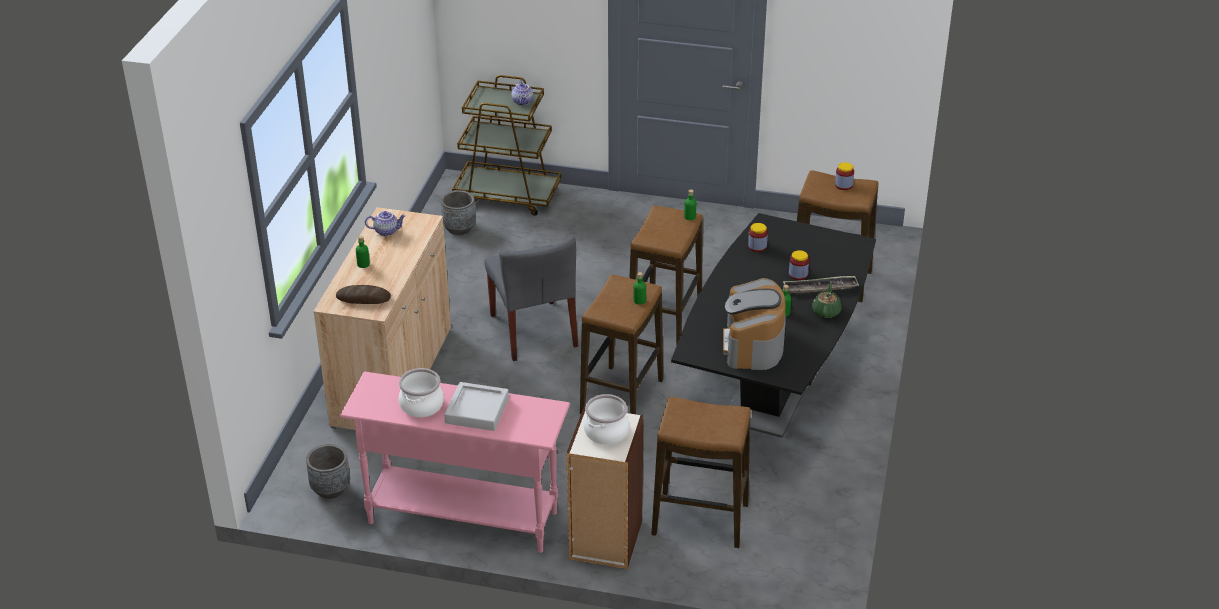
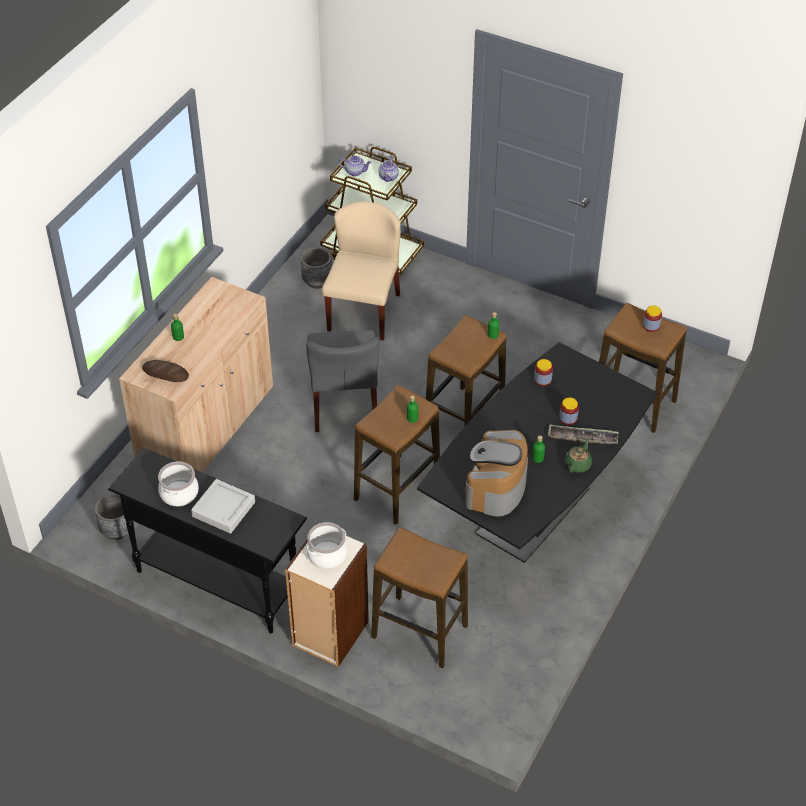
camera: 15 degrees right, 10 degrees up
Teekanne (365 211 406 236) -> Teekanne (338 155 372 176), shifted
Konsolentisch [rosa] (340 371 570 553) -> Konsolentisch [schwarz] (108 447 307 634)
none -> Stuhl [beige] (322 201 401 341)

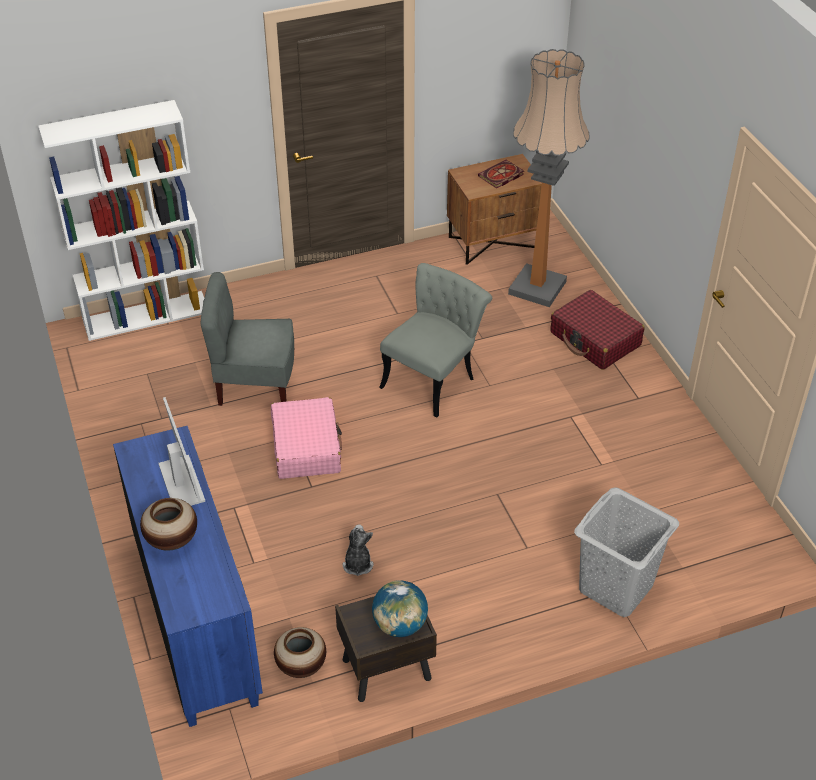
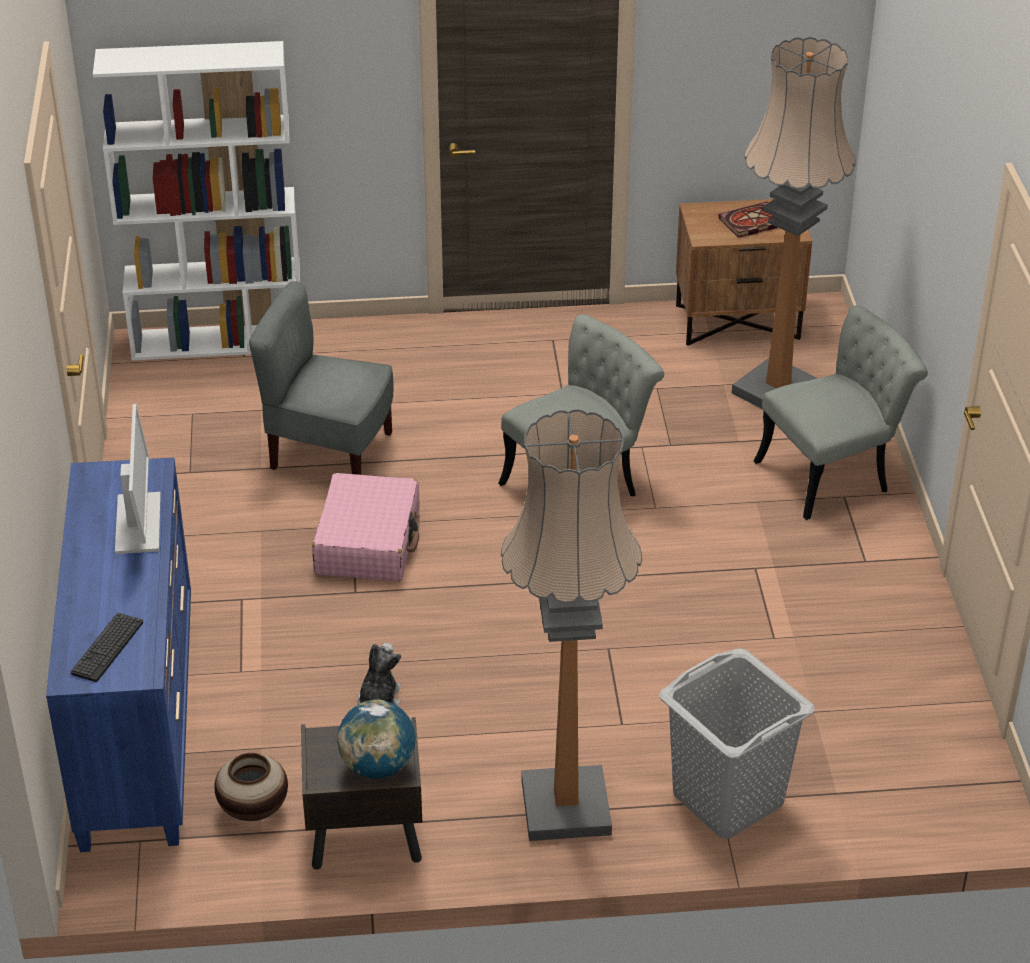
camera: 15 degrees right, 5 degrees down
Koffer [rot] (550 290 644 370) -> Stuhl [grau] (754 305 928 520)
Vase (140 498 197 551) -> none
none -> Stehlampe (501 409 642 841)
none -> Tastatur (71 613 143 682)

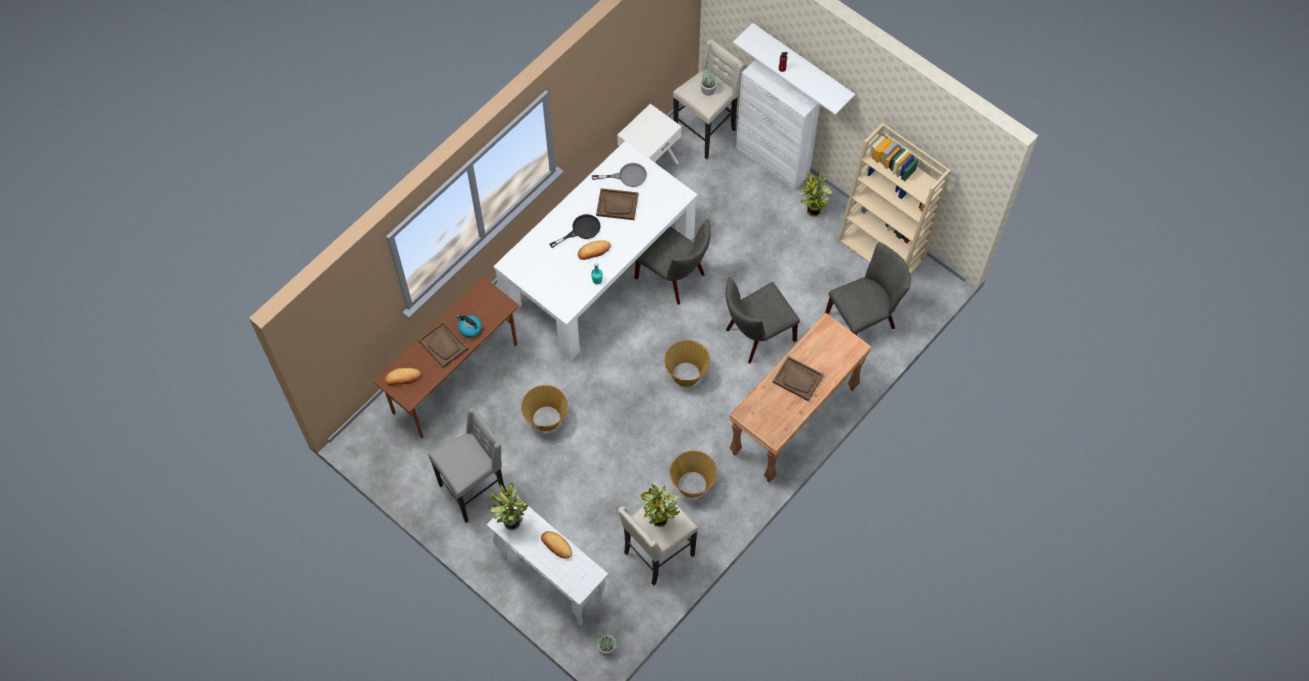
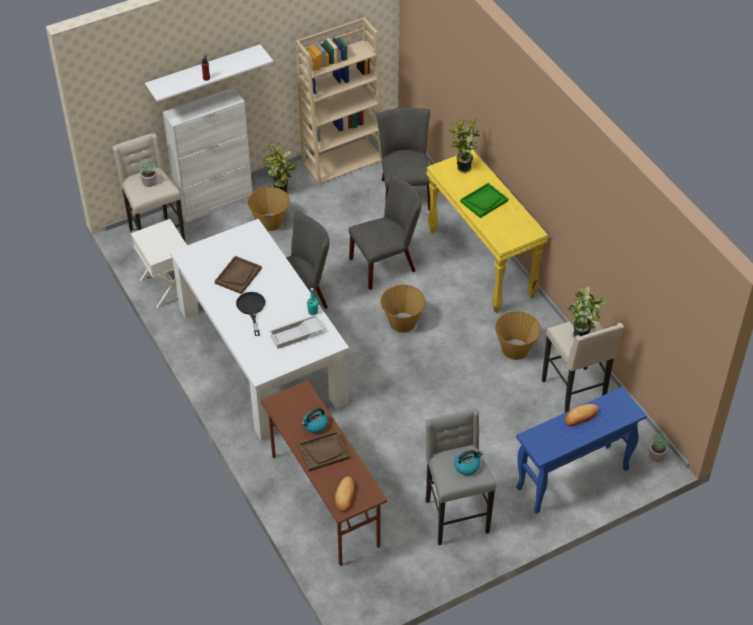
camera: 70 degrees left, 15 degrees down
Pfanne [grau] (592 163 647 187) -> none
Brot (578 240 611 260) -> none
Stuhl [grau] (726 277 800 364) -> Stuhl [grau] (349 174 421 290), 105 degrees counterclockwise
Konsolentisch [braun] (729 313 872 483) -> Konsolentisch [gelb] (426 149 548 313)
Tablett [braun] (773 356 824 401) -> Tablett [grün] (460 183 508 218)
Korb (521 385 568 432) -> Korb (248 187 290 231), shifted
Topfpflanze (488 482 528 530) -> Topfpflanze (449 116 480 173), shifted
Konsolentisch [weiß] (487 499 608 626) -> Konsolentisch [blau] (516 387 647 514)
none -> Tablett [weiß] (269 314 325 349)
none -> Wasserkessel (454 450 483 475)

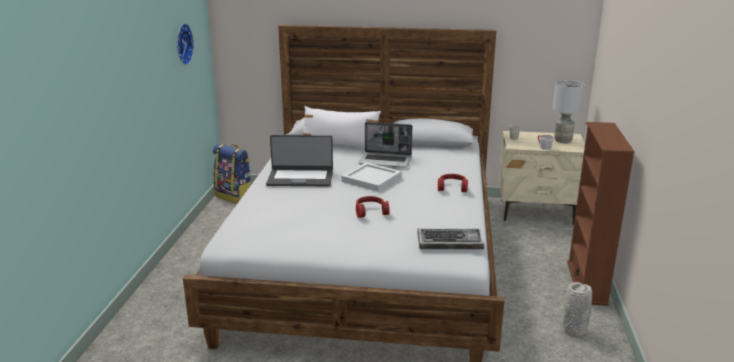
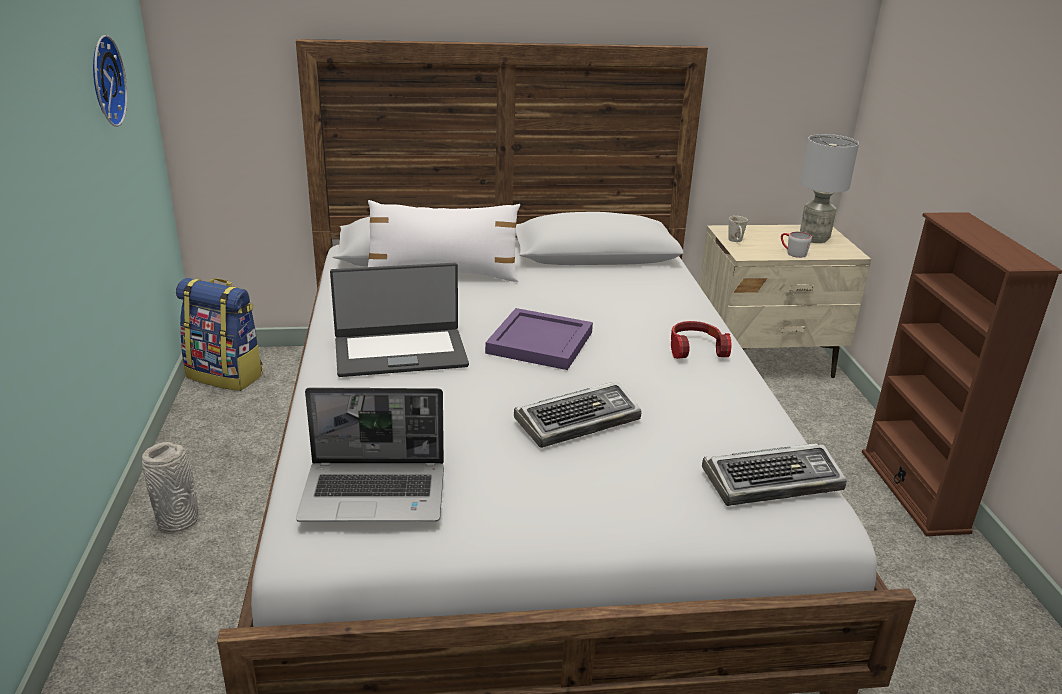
camera: 15 degrees left, 5 degrees up
Laptop (358 122 412 168) -> Laptop (296 387 444 522), shifted
Tablett [weiß] (342 163 402 192) -> Tablett [lila] (485 308 593 370)
Kopfhörer (356 196 390 218) -> Tastatur (514 382 642 448)
Vase [grau] (563 282 592 337) -> Vase [grau] (142 442 198 532), shifted

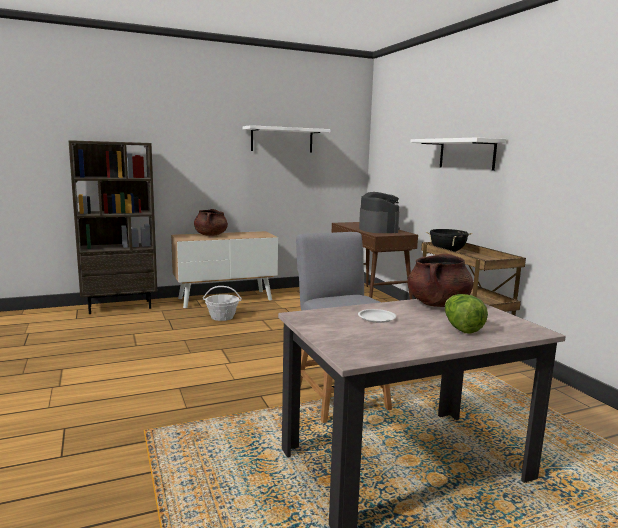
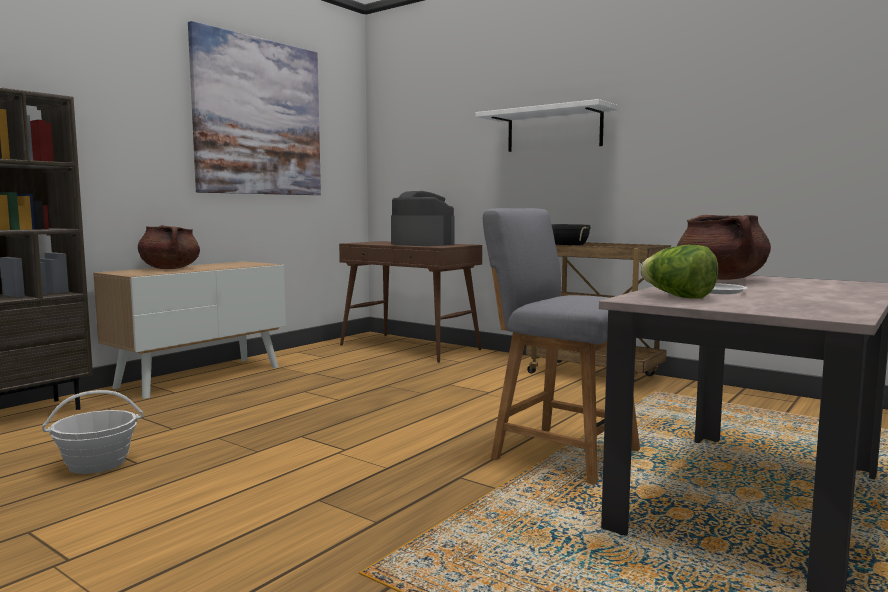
camera: 30 degrees left, 5 degrees down
Wandregal [weiß] (242 125 331 153) -> Bild (188 21 321 195)
Korb (203 286 242 321) -> Korb (42 390 143 474), shifted
Salatkopf (445 294 488 334) -> Salatkopf (640 245 718 299), shifted

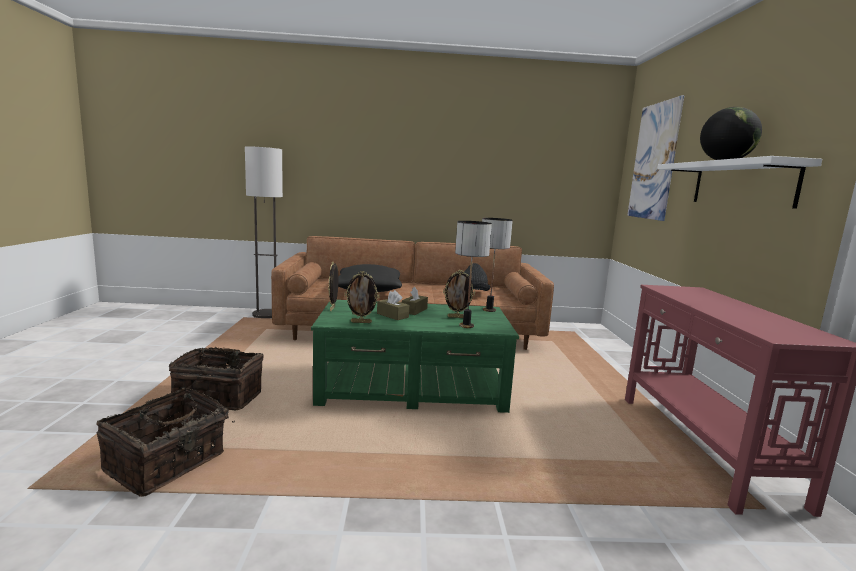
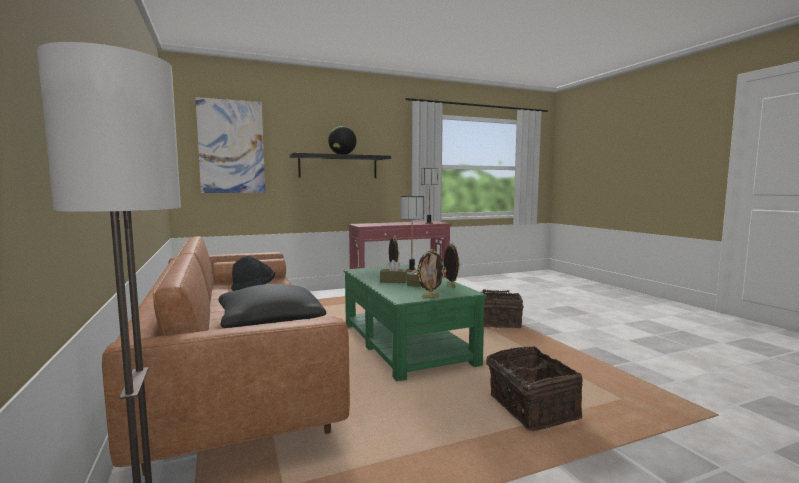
camera: 110 degrees left, 5 degrees down
Wandregal [weiß] (657 156 823 209) -> Wandregal [schwarz] (289 153 391 178)
Tischlampe (482 218 513 312) -> Tischlampe (421 168 438 224), shifted
Korb (96 388 235 497) -> Korb (481 289 523 328), shifted

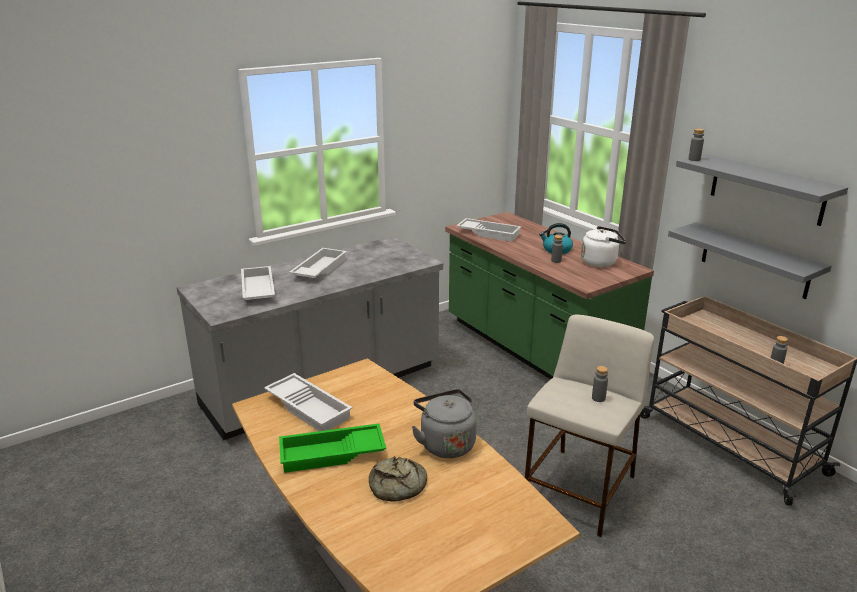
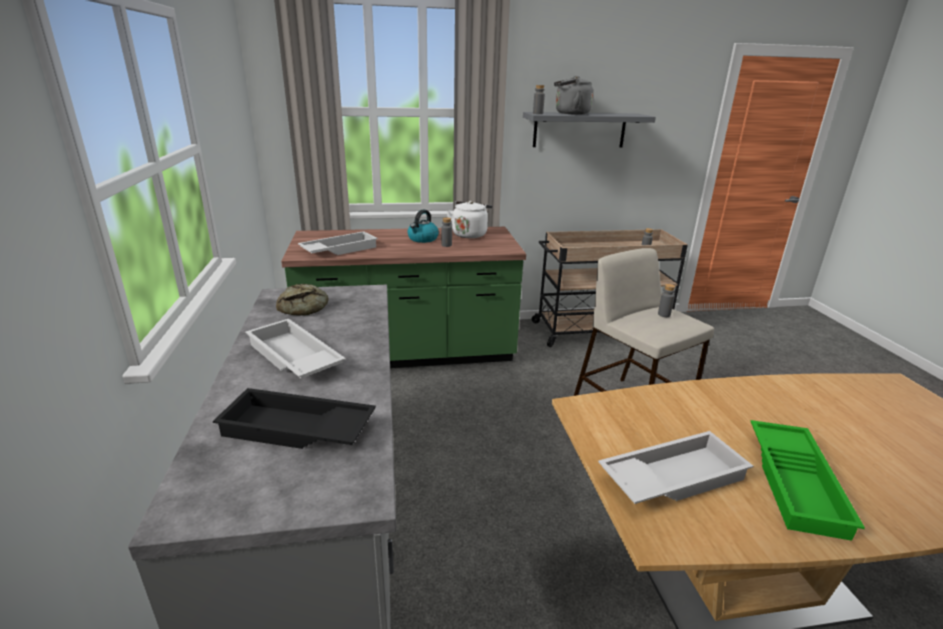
camera: 65 degrees left, 0 degrees up
Wandregal [grau] (668 222 832 299) -> none
Tablett [weiß] (241 266 275 300) -> Tablett [schwarz] (213 388 376 449)
Wasserkessel [grau] (412 389 477 458) -> Wasserkessel [grau] (554 76 593 115), shifted
Brot (369 456 427 501) -> Brot (276 284 329 316), shifted

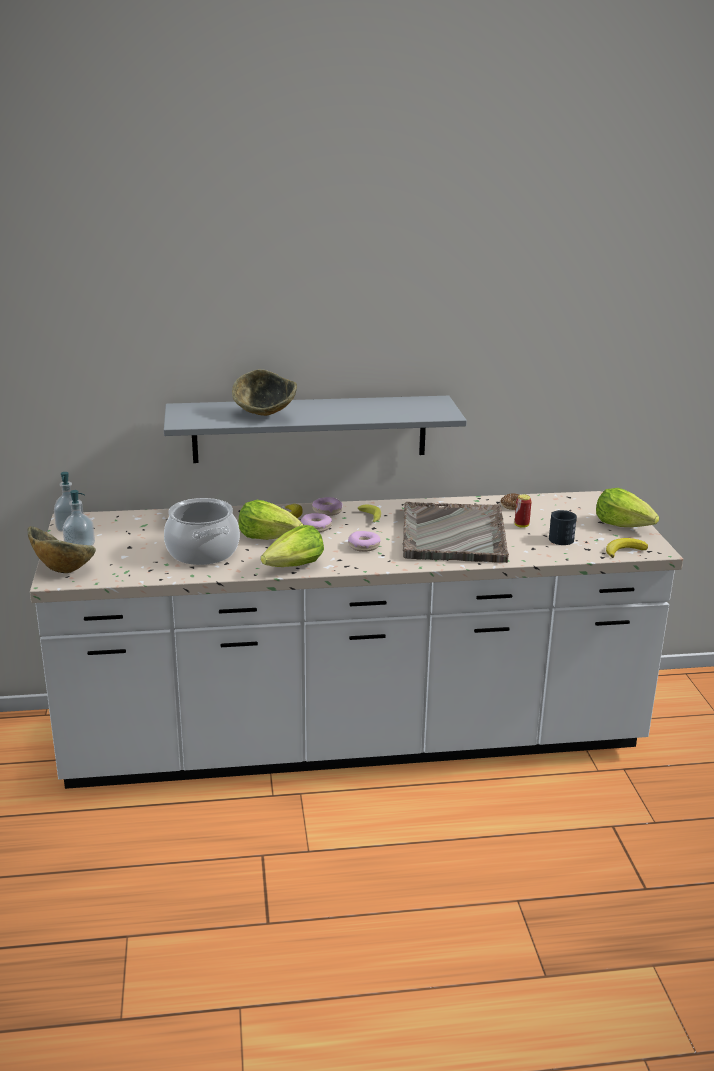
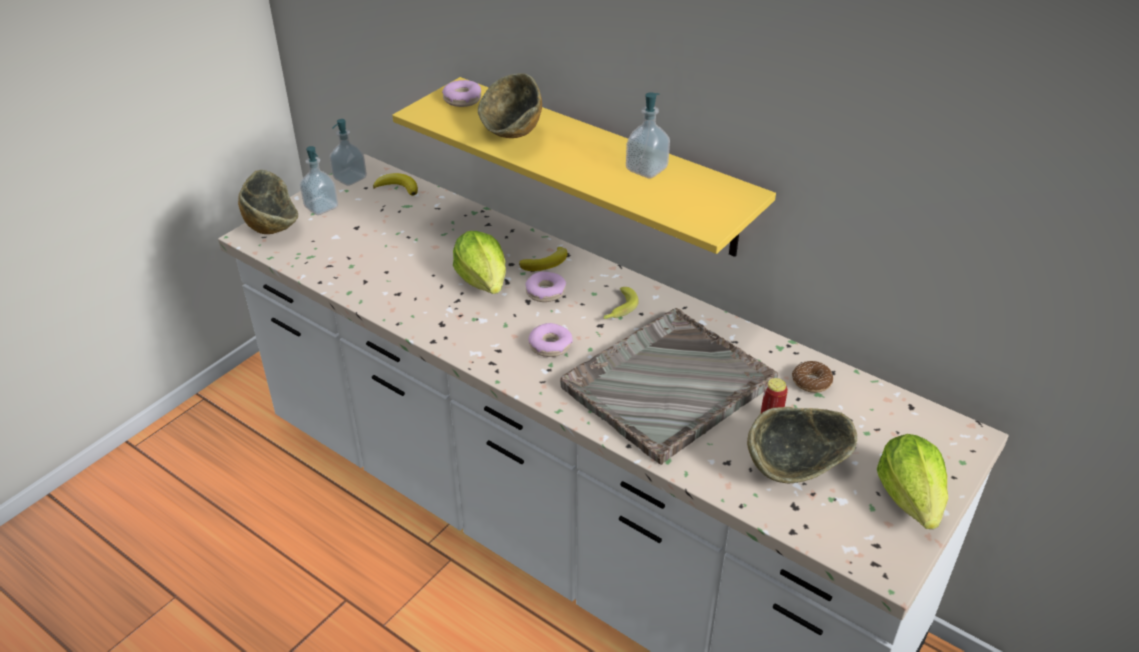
camera: 45 degrees right, 15 degrees up
Wandregal [grau] (164 396 467 463) -> Wandregal [gelb] (392 77 776 257)
Donut (312 497 343 516) -> Donut (442 80 481 107), shifted
Kochtopf (164 498 240 565) -> none
Henkelbecher [schwarz] (549 510 577 545) -> Schüssel (747 407 857 483)
Salatkopf (261 525 324 567) -> none
Banane (606 538 648 558) -> Banane (373 173 418 196), shifted
none -> Seifenspender (626 92 670 179)

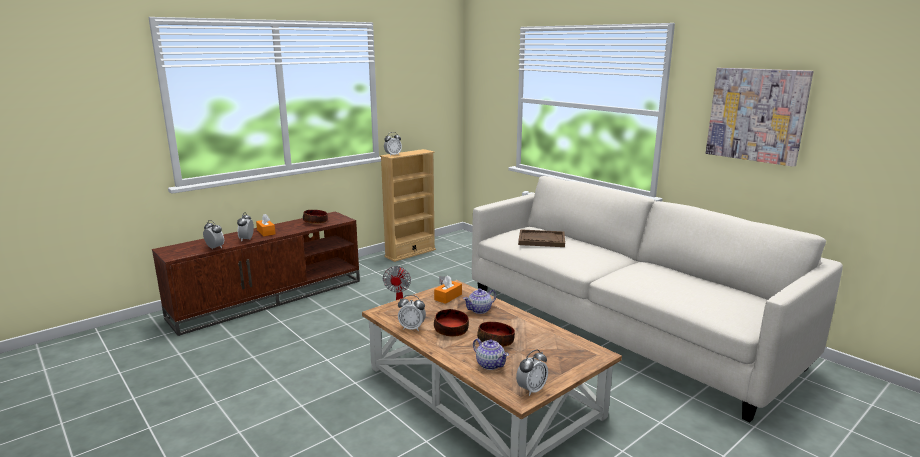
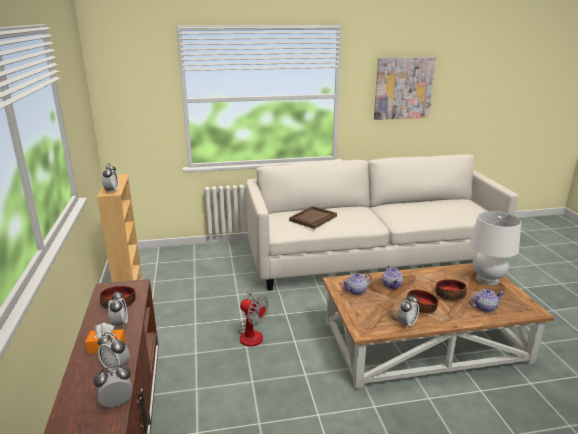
camera: 60 degrees left, 5 degrees up
Taschentuchbox [orange] (434 275 462 304) -> Teekanne (342 273 372 295)
Wecker (516 350 548 396) -> Wecker (108 291 128 328), shifted
none -> Tischlampe [weiß] (470 211 521 285)

